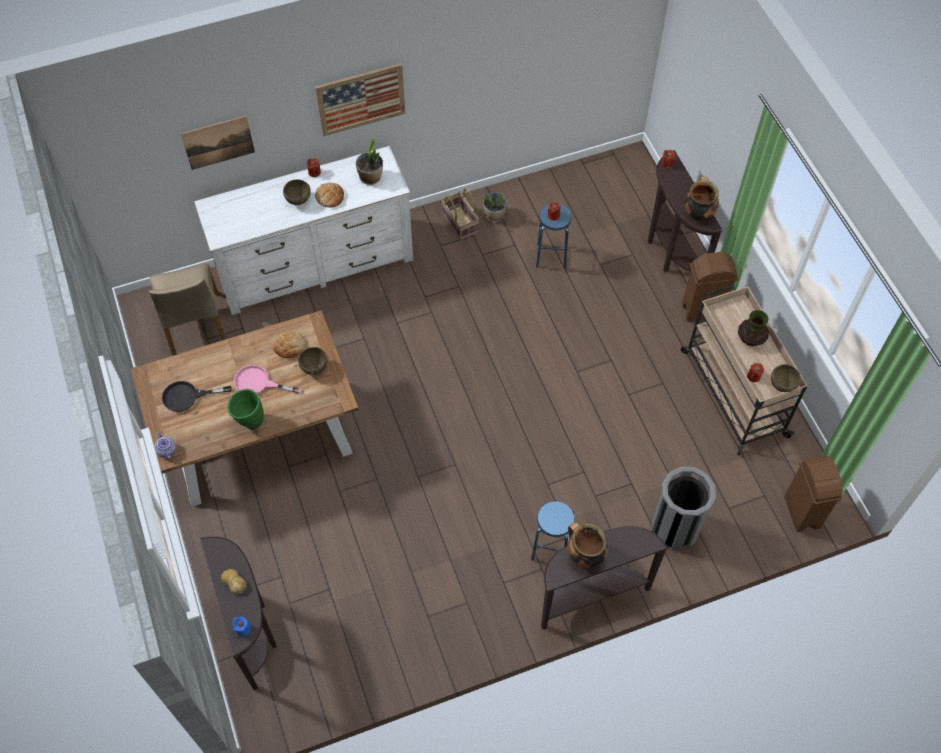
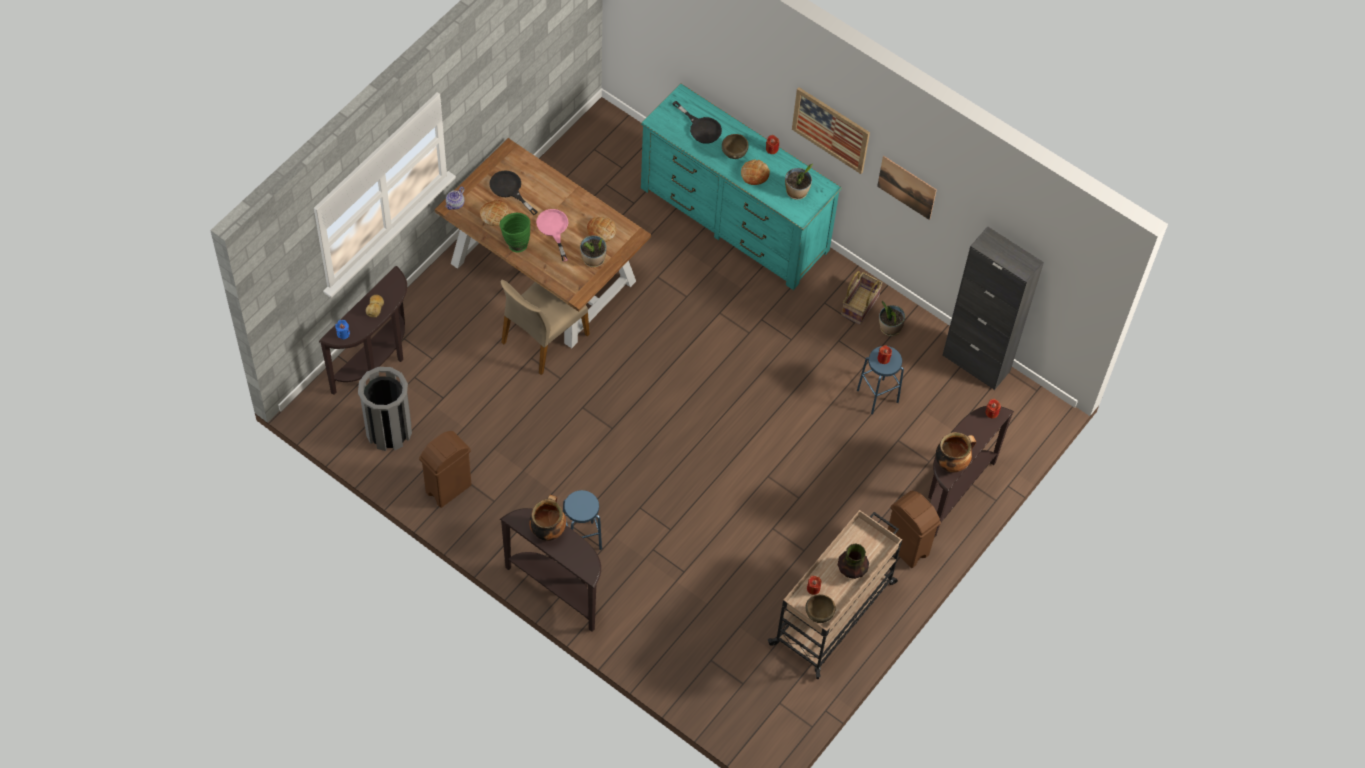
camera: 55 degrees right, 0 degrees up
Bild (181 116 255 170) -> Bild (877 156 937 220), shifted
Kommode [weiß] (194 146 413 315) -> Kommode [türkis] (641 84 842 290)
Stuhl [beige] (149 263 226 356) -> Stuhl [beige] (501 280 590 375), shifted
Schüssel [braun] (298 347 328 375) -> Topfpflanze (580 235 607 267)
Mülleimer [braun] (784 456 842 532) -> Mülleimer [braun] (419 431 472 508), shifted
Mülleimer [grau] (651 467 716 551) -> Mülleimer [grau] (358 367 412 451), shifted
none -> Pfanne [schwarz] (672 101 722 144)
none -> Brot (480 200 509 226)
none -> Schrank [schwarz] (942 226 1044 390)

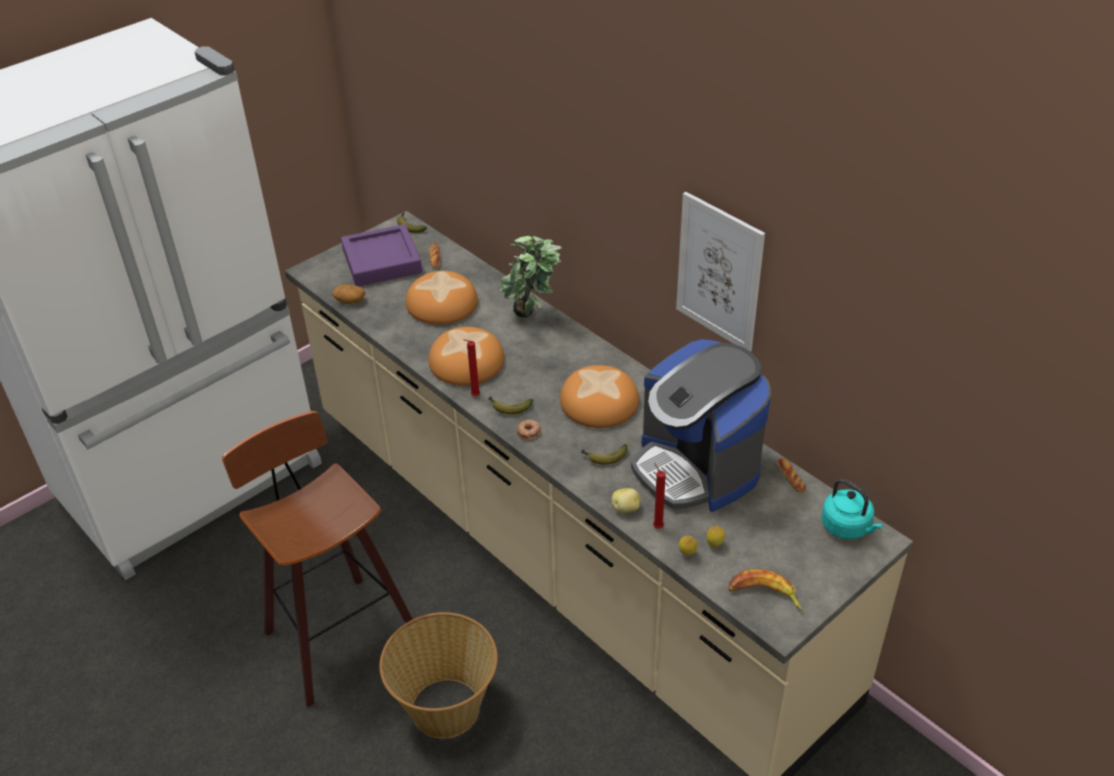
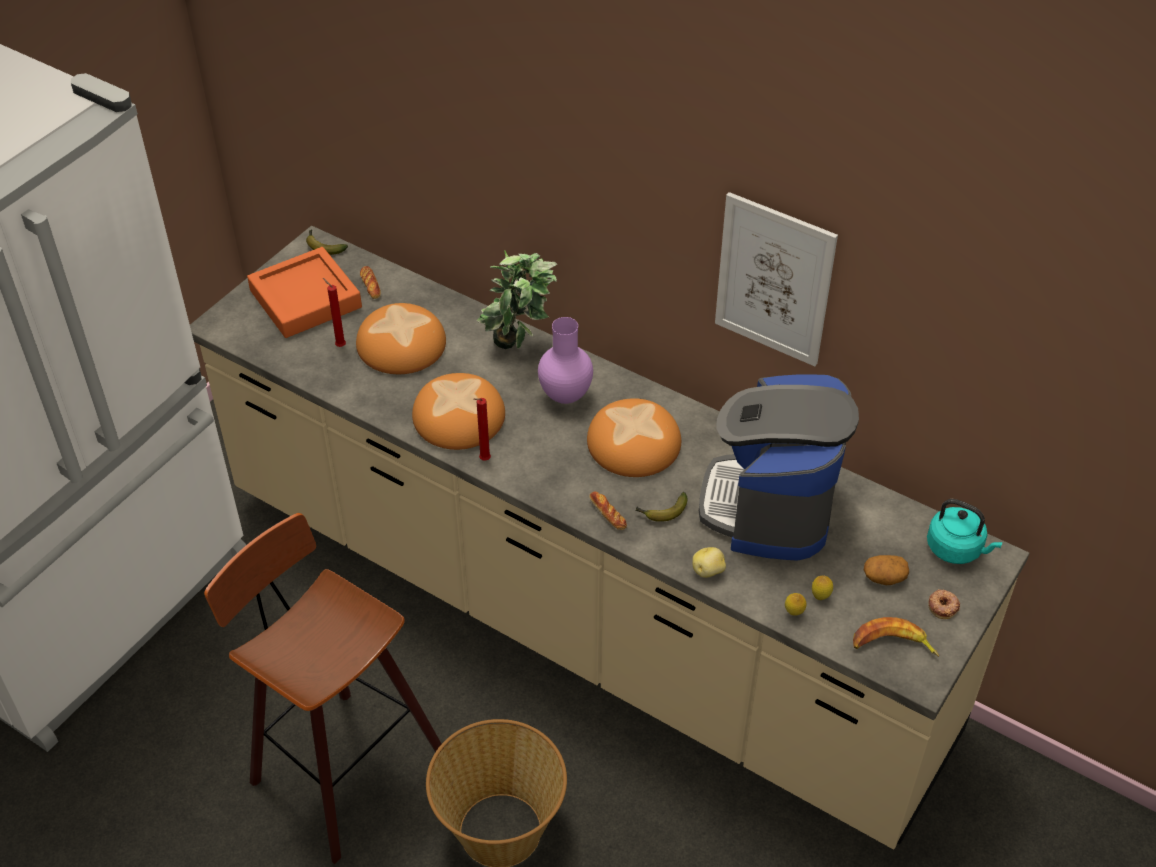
camera: 15 degrees left, 5 degrees up
Tablett [lila] (341 224 422 286) -> Tablett [orange] (247 247 362 338)
Kartoffel (332 285 365 304) -> Kartoffel (864 555 909 585), shifted
Kaffeemaschine (631 339 771 512) -> Kaffeemaschine (699 375 859 561), 60 degrees clockwise
Banane (489 396 534 414) -> none
Donut (517 420 541 440) -> Donut (928 589 960 619), shifted
Brot (777 458 806 493) -> Brot (589 491 627 530), shifted
Kerze [rot] (653 463 666 529) -> Kerze [rot] (323 278 346 347), shifted
none -> Vase [lila] (538 317 593 404)

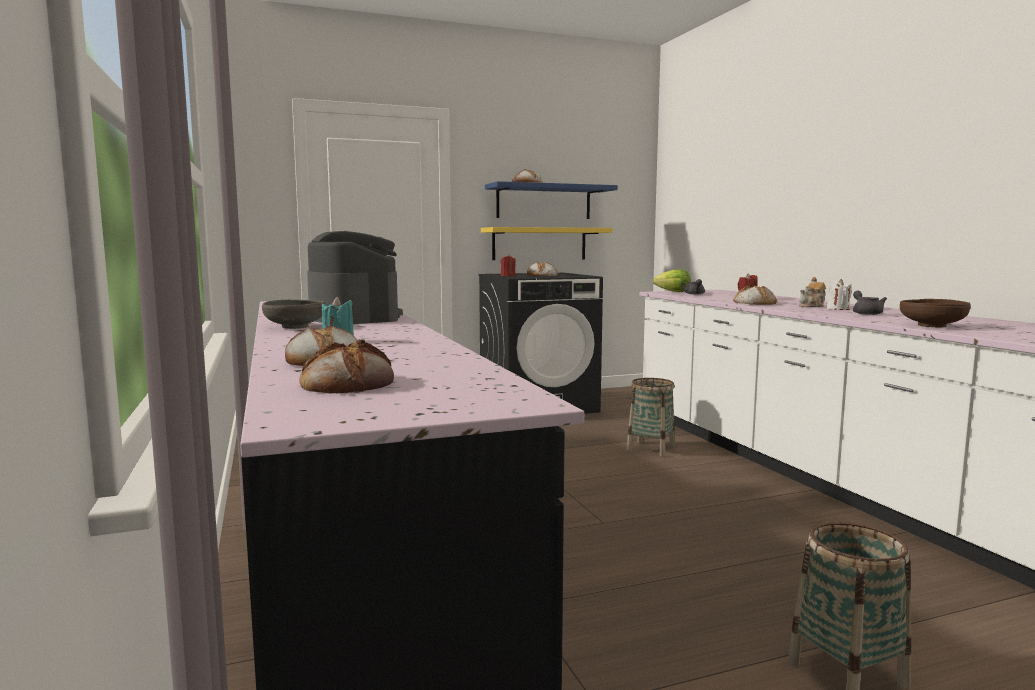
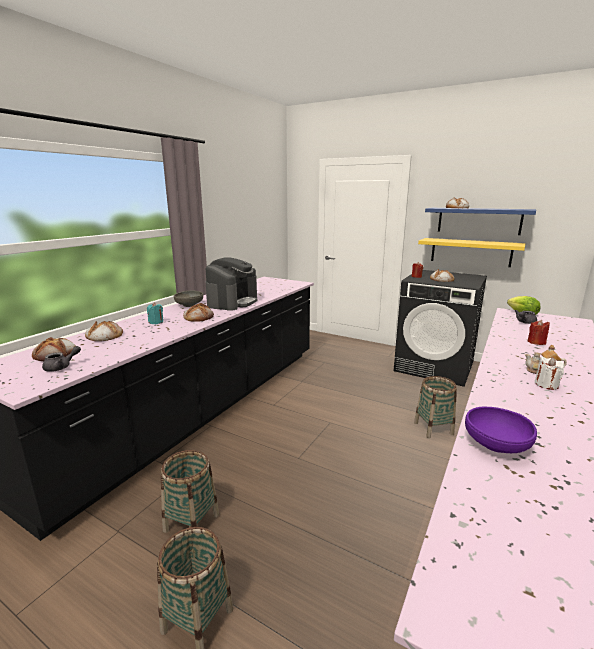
camera: 50 degrees right, 10 degrees up
Brot (733 284 777 305) -> Brot (183 303 214 322), shifted
Teekanne [grau] (853 291 887 315) -> Teekanne [grau] (42 346 81 372), shifted
Schüssel [braun] (900 299 971 327) -> Schüssel [lila] (465 407 537 453)
none -> Korb (161 450 219 533)

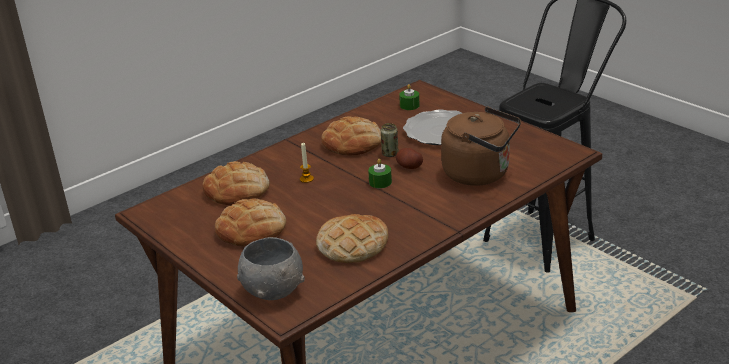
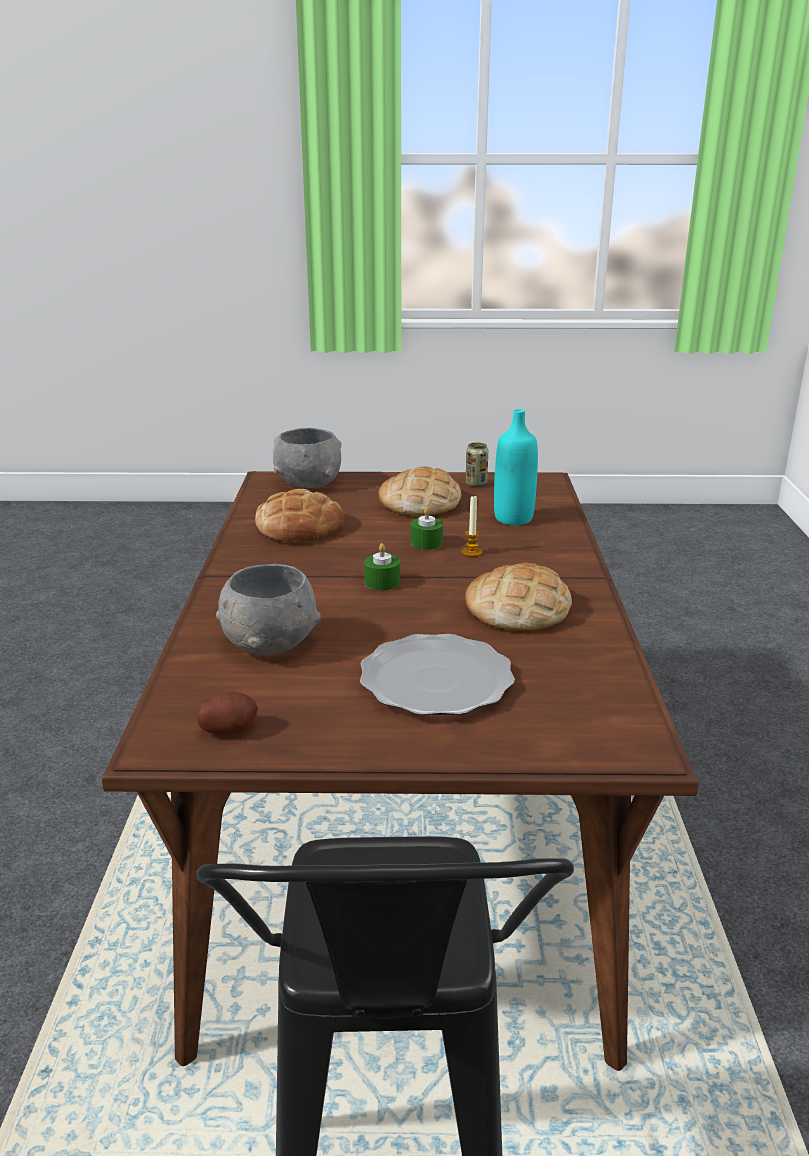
camera: 130 degrees right, 5 degrees down
Kerze [grün] (399 84 420 110) -> Kerze [grün] (410 507 443 550), shifted
Wasserkessel [braun] (441 107 521 186) -> Schüssel [grau] (216 564 321 655)
Dose (381 123 398 157) -> Dose (466 442 488 487), shifted
Kartoffel (396 148 423 169) -> Kartoffel (197 691 258 735), shifted
Brot (202 161 270 205) -> Flasche [türkis] (494 409 538 525)

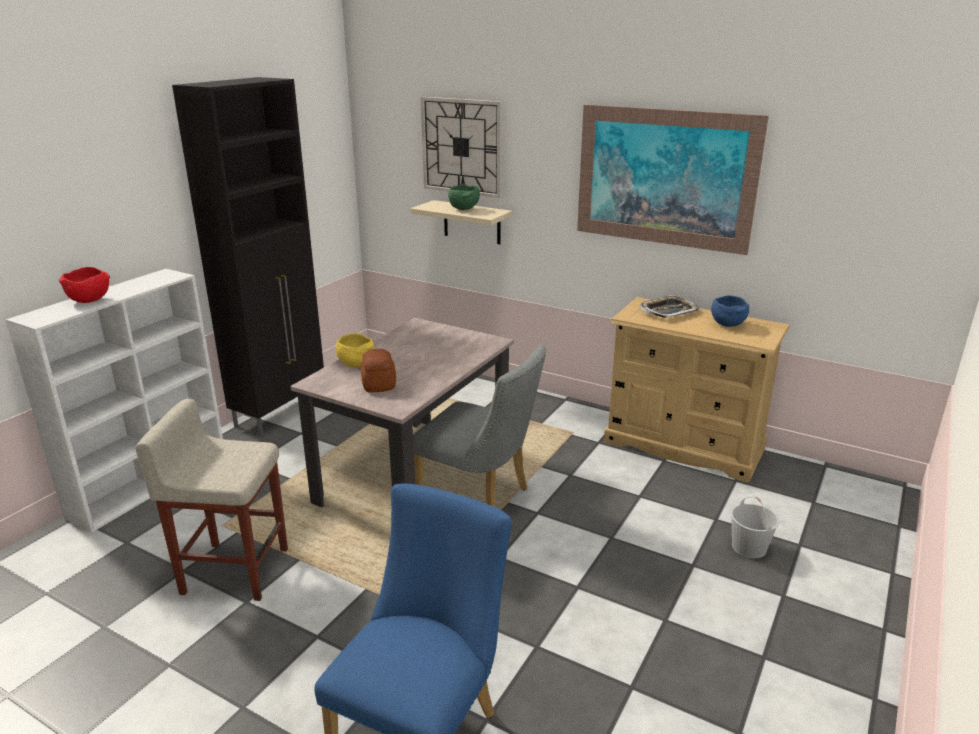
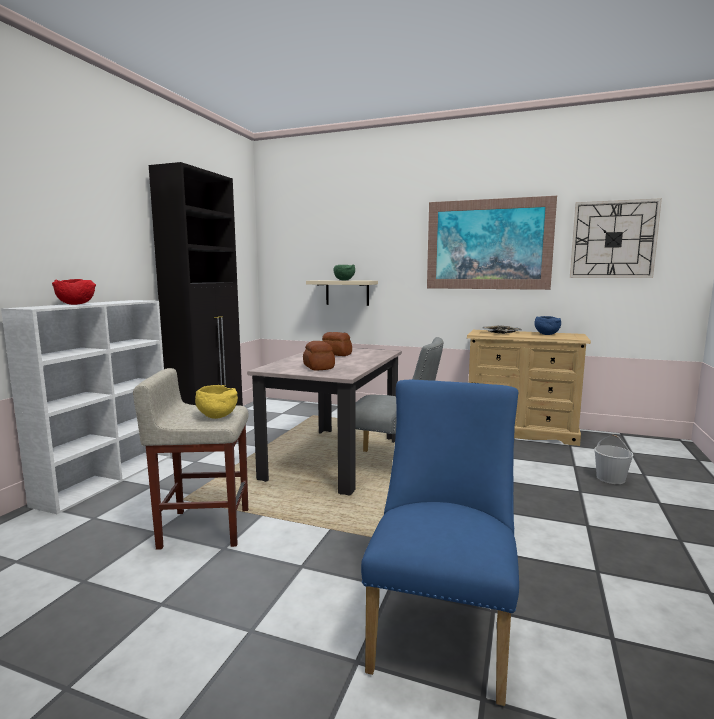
camera: 10 degrees left, 15 degrees down
Wanduhr (421 97 502 198) -> Wanduhr (570 198 662 278), shifted
Schüssel [gelb] (336 333 375 367) -> Schüssel [gelb] (195 385 238 419), shifted
none -> Brot (322 332 352 356)

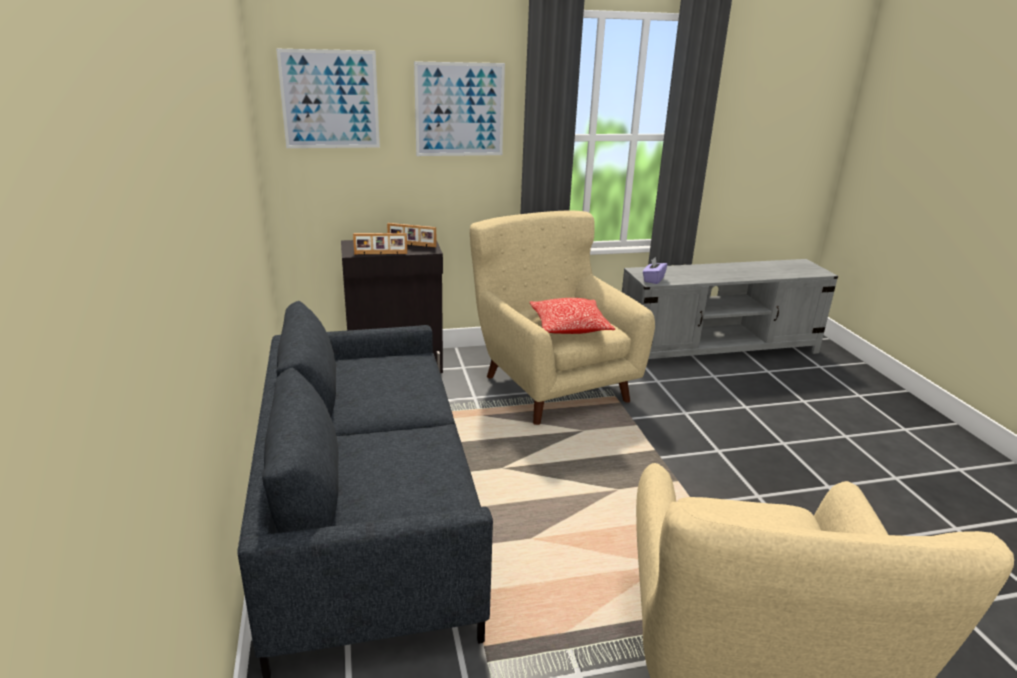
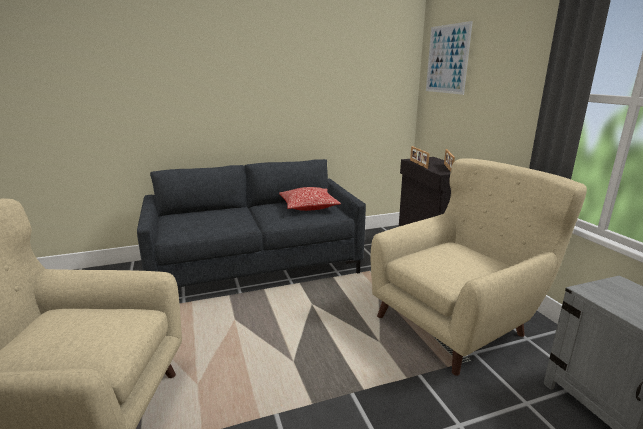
camera: 85 degrees right, 5 degrees down
Bild (414 61 505 156) -> none
Taschentuchbox [lila] (643 257 667 284) -> none
Kissen (530 298 615 334) -> Kissen (279 187 341 211), shifted

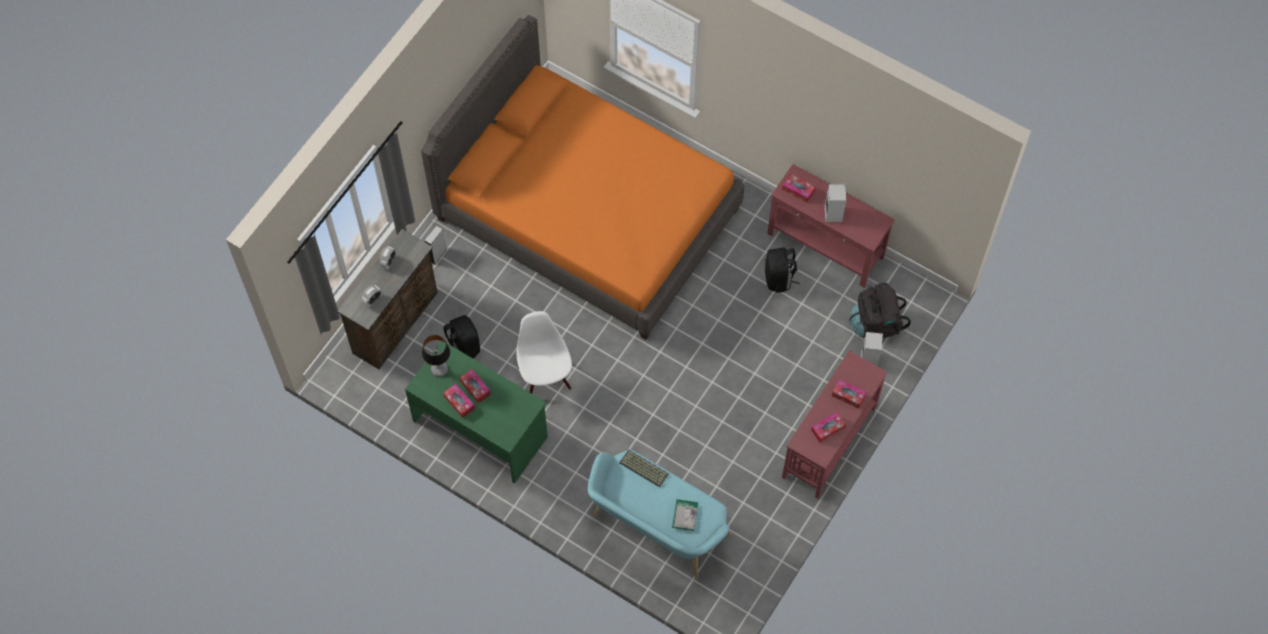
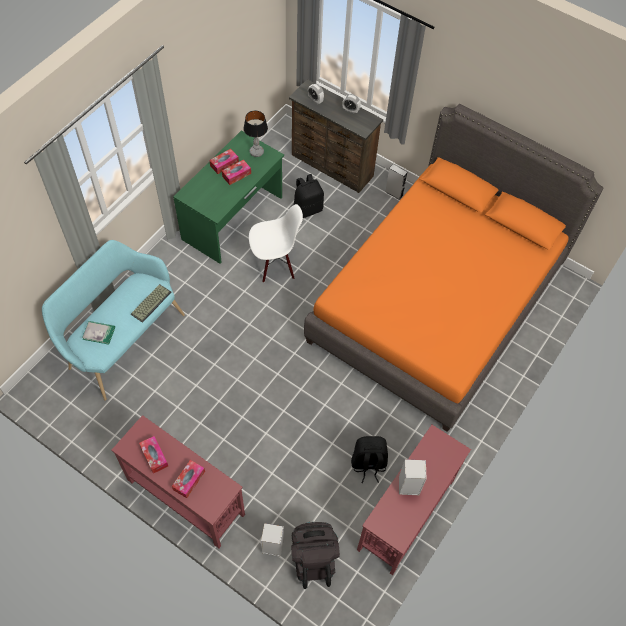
camera: 90 degrees right, 5 degrees down
Taschentuchbox (782 174 815 203) -> none

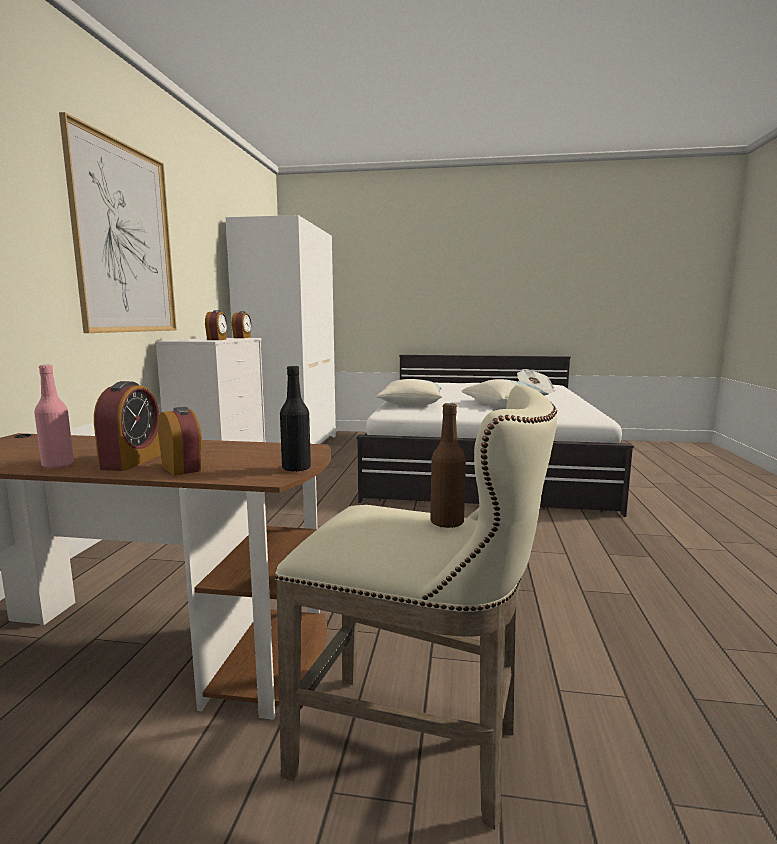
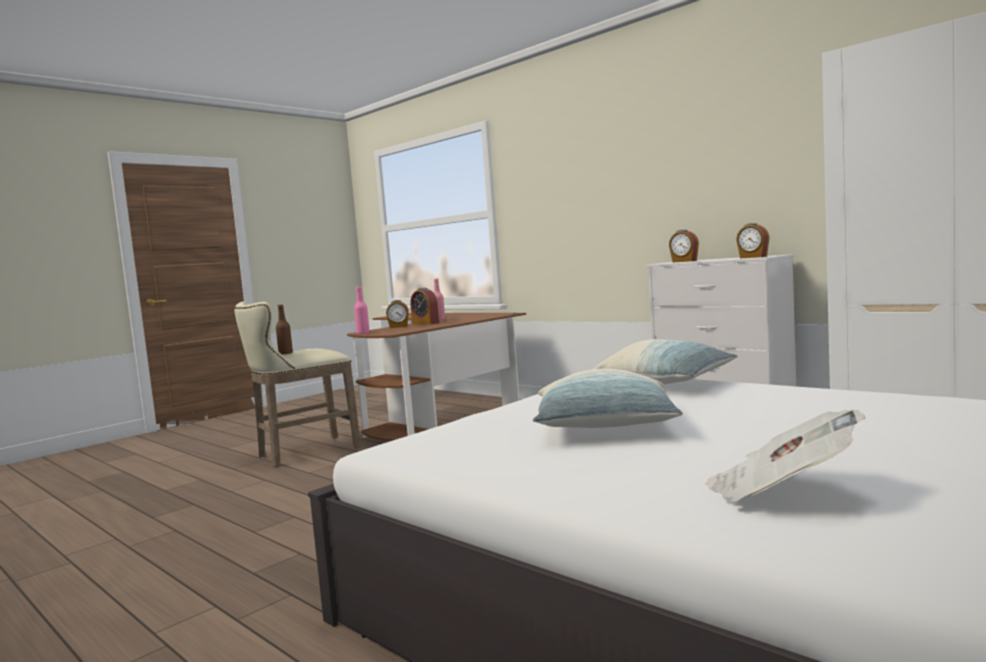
camera: 125 degrees right, 5 degrees down
Bild (59 112 177 333) -> none
Flasche [schwarz] (280 366 311 472) -> Flasche [rosa] (354 286 370 334)

